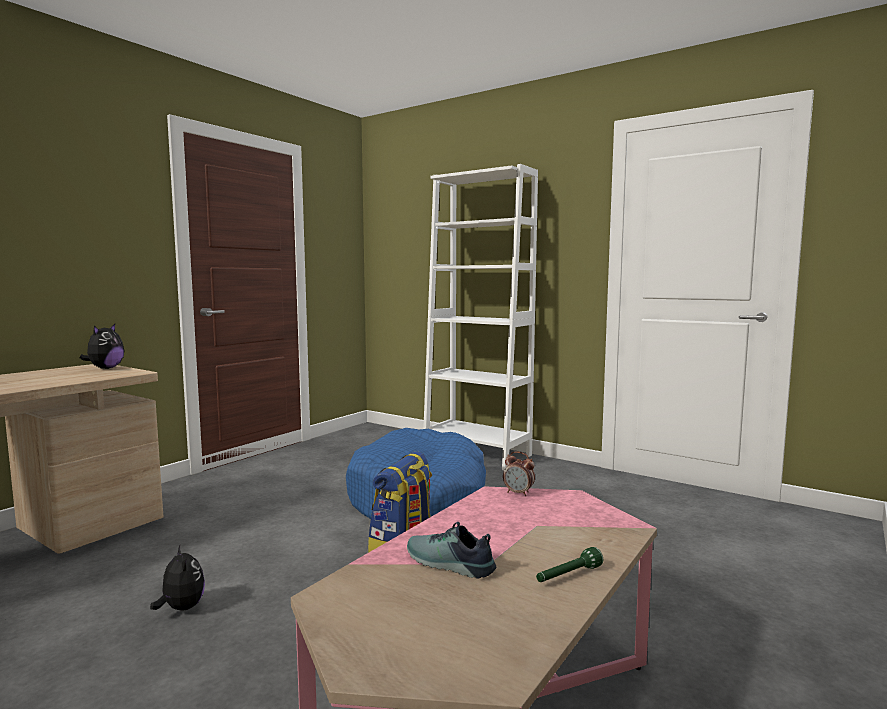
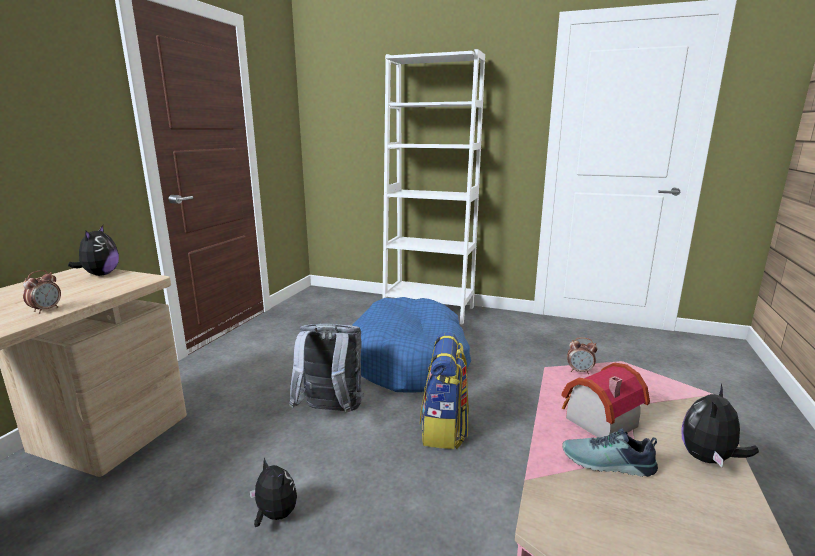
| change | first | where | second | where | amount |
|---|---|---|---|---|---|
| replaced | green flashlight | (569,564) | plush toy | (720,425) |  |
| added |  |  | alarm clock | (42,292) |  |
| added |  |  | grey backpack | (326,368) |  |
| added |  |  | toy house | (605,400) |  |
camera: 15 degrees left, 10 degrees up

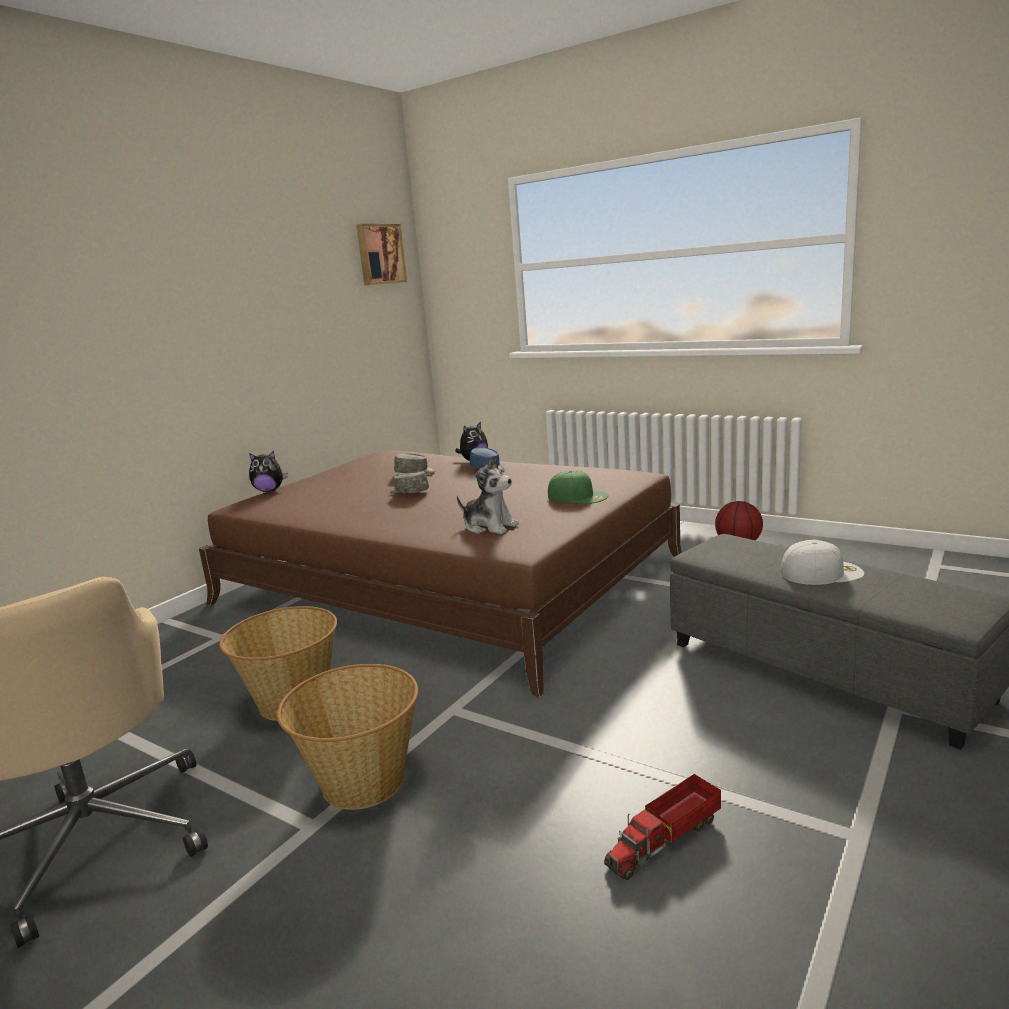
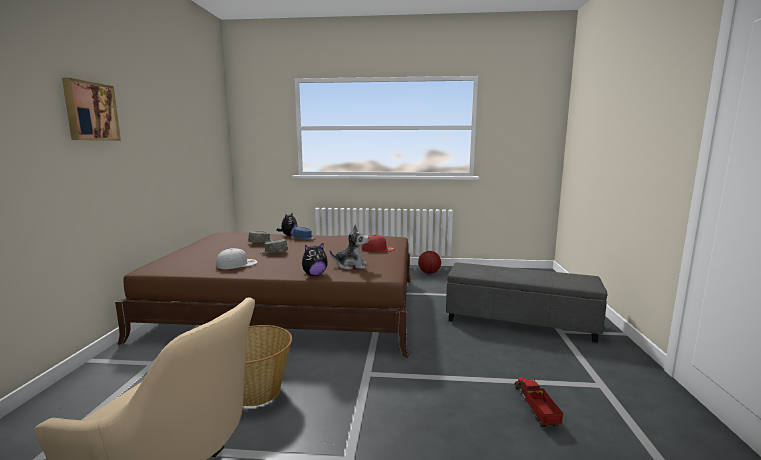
| change | first | where | second | where | amount |
|---|---|---|---|---|---|
| moved | picture | (381,255) |  | (91,109) |  |
| moved | plush toy | (268,471) |  | (315,259) |  |
| recoloured | green cap | (578,487) | red cap | (378,243) |  |
| moved | white cap | (822,562) |  | (236,258) |  |
| removed | basket | (347,737) |  |  |  |
| turned | toy truck | (662,827) |  | (538,402) | 150 degrees clockwise |
camera: 30 degrees left, 5 degrees down

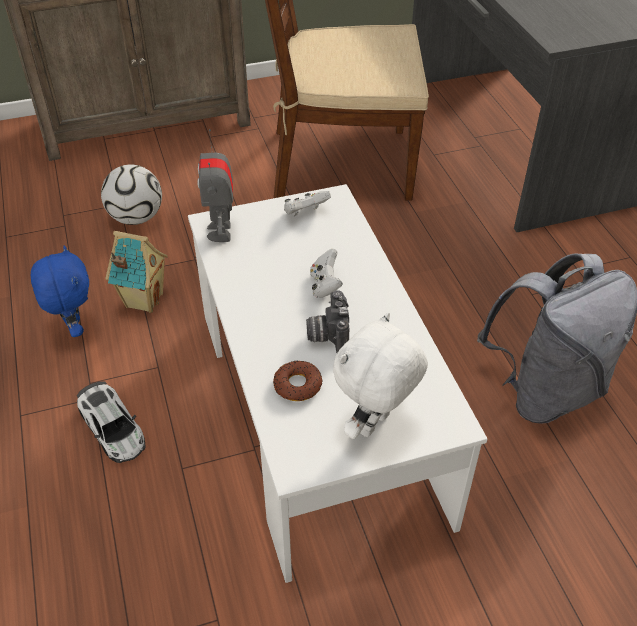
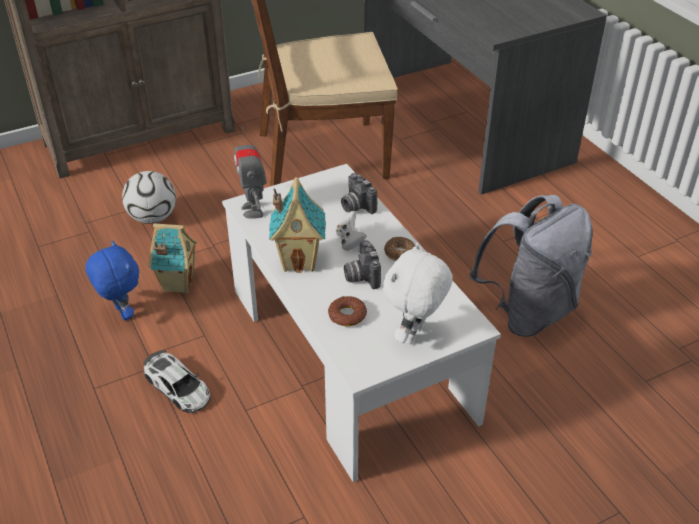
| change | first | where | second | where | amount |
|---|---|---|---|---|---|
| removed | white game controller | (307,203) |  |  |  |
| added |  |  | photo camera | (359,193) |  |
| added |  |  | toy house | (297,225) |  |
| added |  |  | donut | (399,249) |  |
camera: 10 degrees left, 5 degrees down

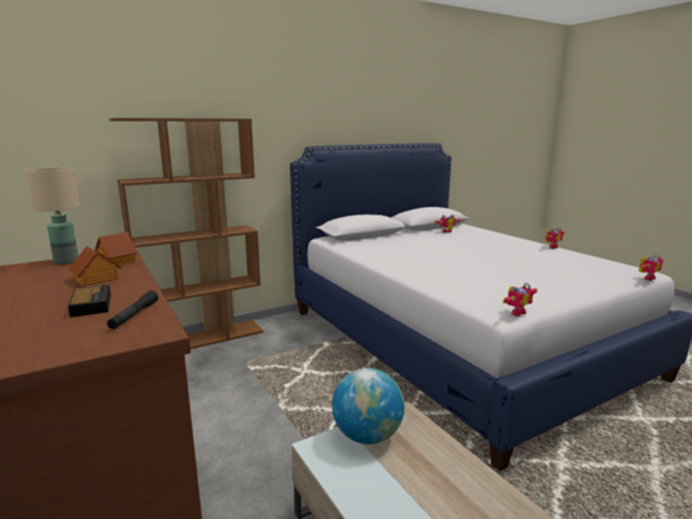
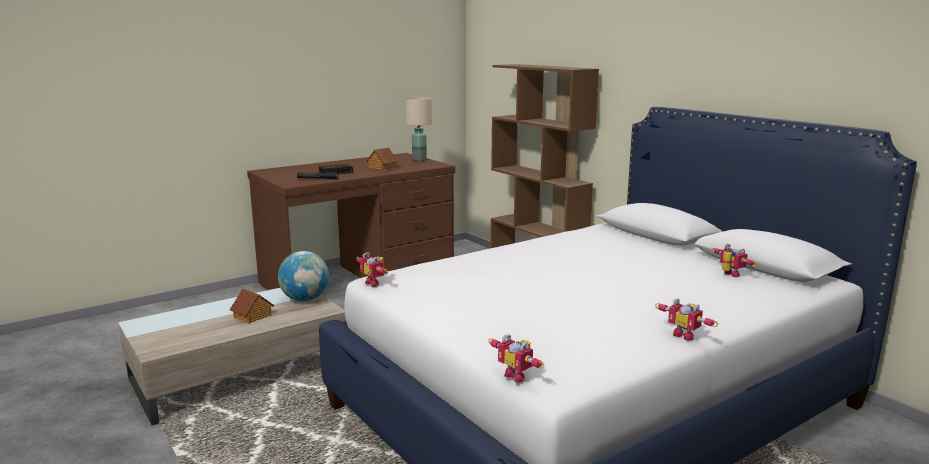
| change | first | where | second | where | amount |
|---|---|---|---|---|---|
| moved | toy house | (116,248) |  | (252,306) |  |
camera: 85 degrees right, 0 degrees up

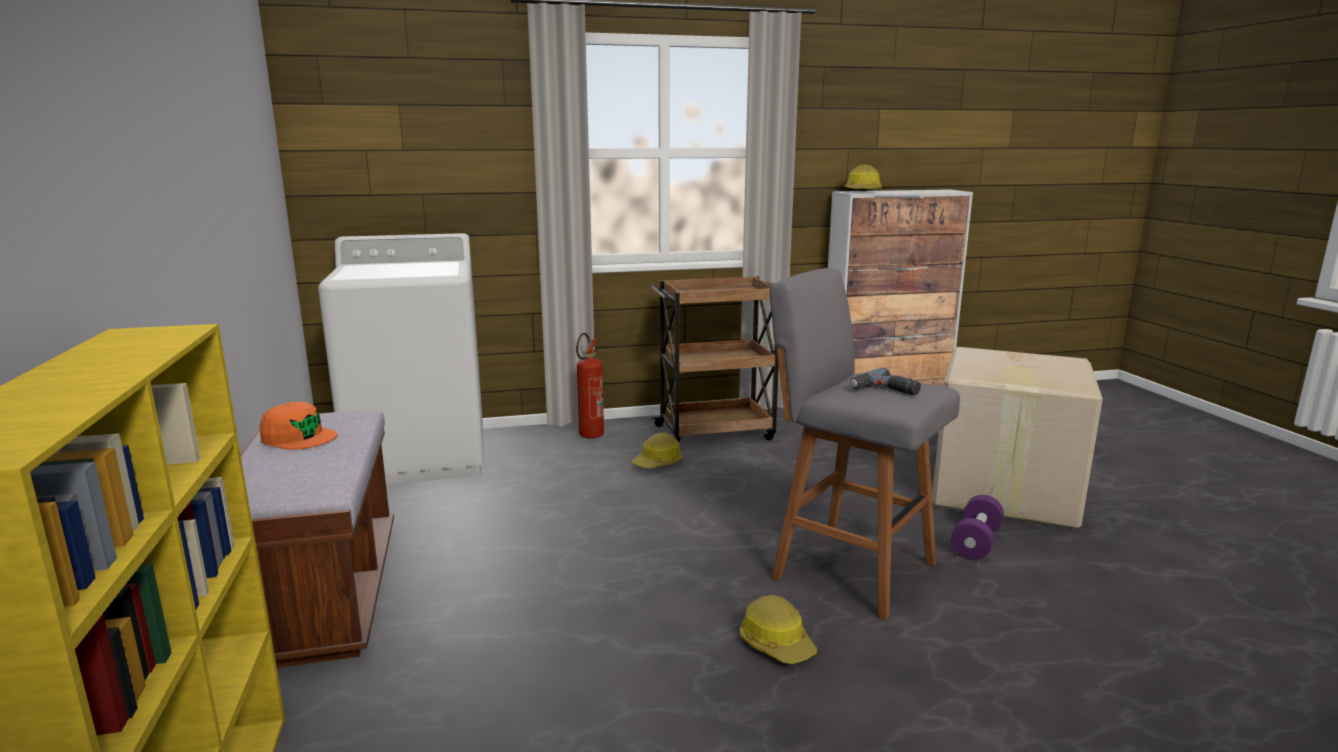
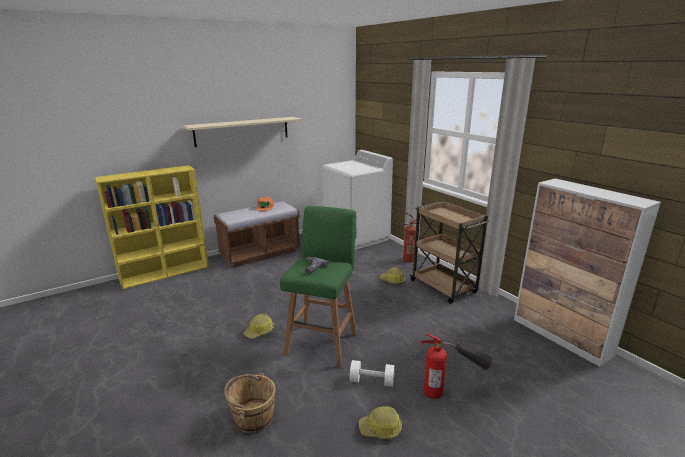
| change | first | where | second | where | amount |
|---|---|---|---|---|---|
| moved | hard hat | (863,177) |  | (380,422) |  |
| recoloured | grey stool | (865,444) | green stool | (318,287) |  |
| replaced | cardboard box | (1017,438) | fire extinguisher | (456,366) |  |
| recoloured | purple dumbbell | (977,527) | white dumbbell | (372,373) |  |
| added |  |  | beige shelf | (242,132) |  |
| added |  |  | brown bucket | (250,403) |  |
camera: 70 degrees right, 5 degrees up

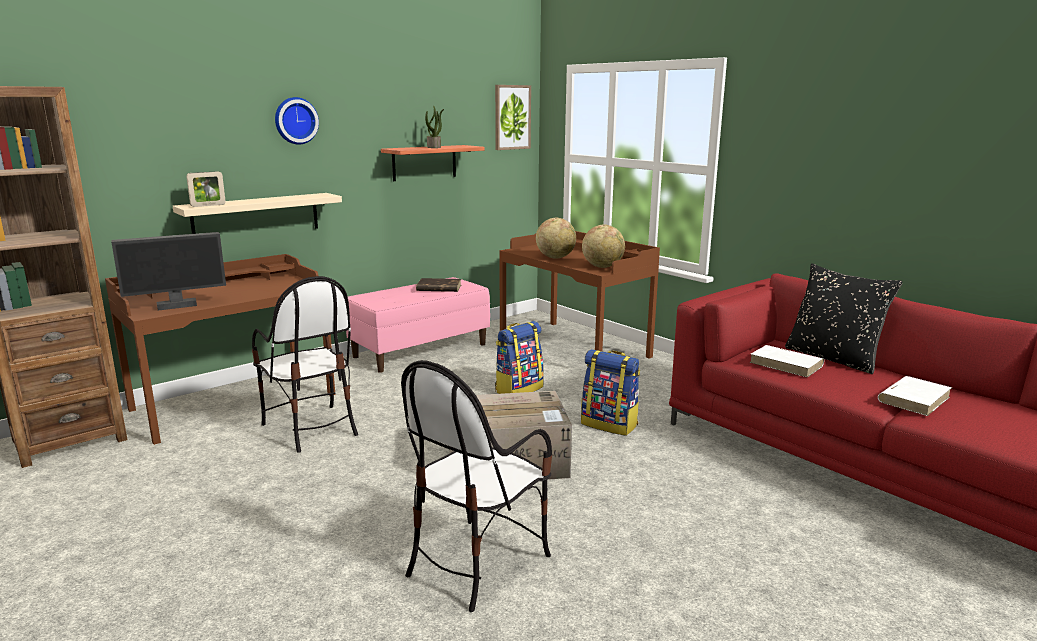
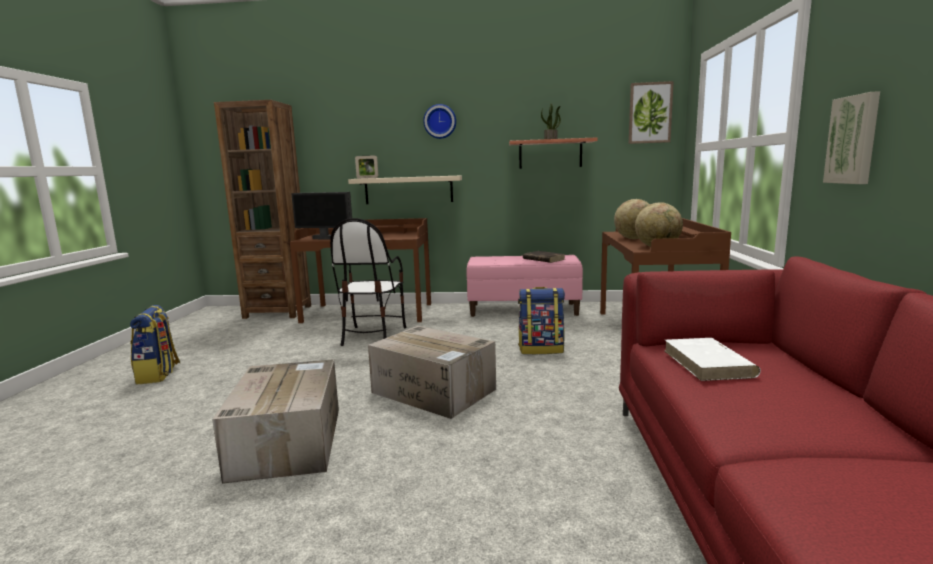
| change | first | where | second | where | amount |
|---|---|---|---|---|---|
| removed | black pillow | (843,318) |  |  |  |
| moved | backpack | (610,392) |  | (155,345) |  |
| replaced | chair | (476,486) | cardboard box | (275,421) |  |
| removed | white book | (915,396) |  |  |  |
| added |  |  | picture | (851,137) |  |
camera: 45 degrees right, 5 degrees down

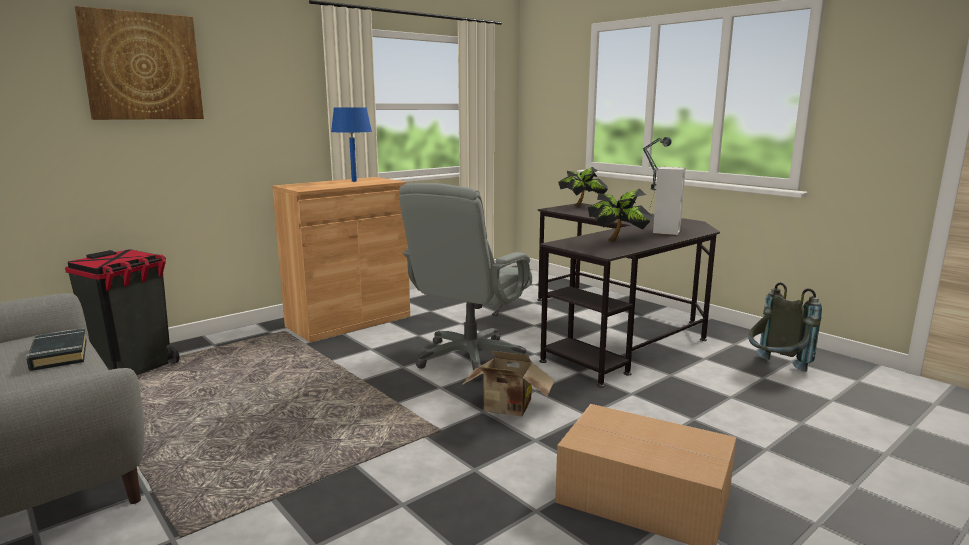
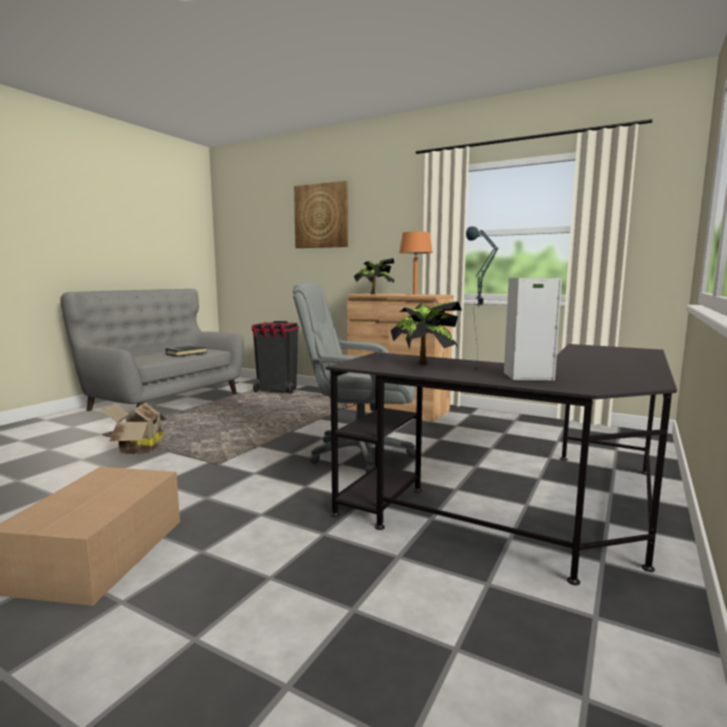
| change | first | where | second | where | amount |
|---|---|---|---|---|---|
| recoloured | blue table lamp | (351,145) | orange table lamp | (416,263) |  |
| moved | potted plant | (583,187) |  | (374,276) |  |
| removed | grey backpack | (785,327) |  |  |  |
| moved | cardboard box | (508,384) |  | (133,428) |  |
camera: 70 degrees right, 5 degrees down

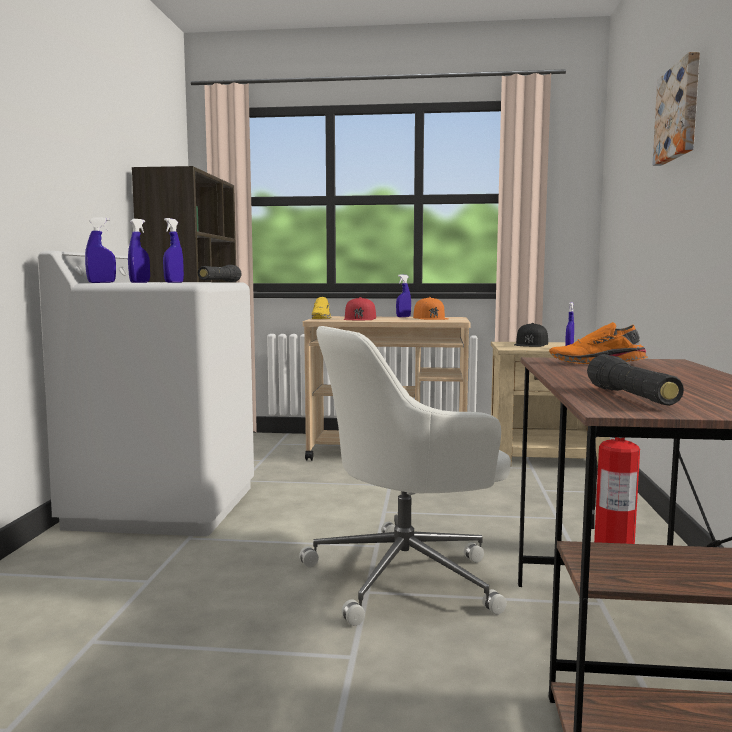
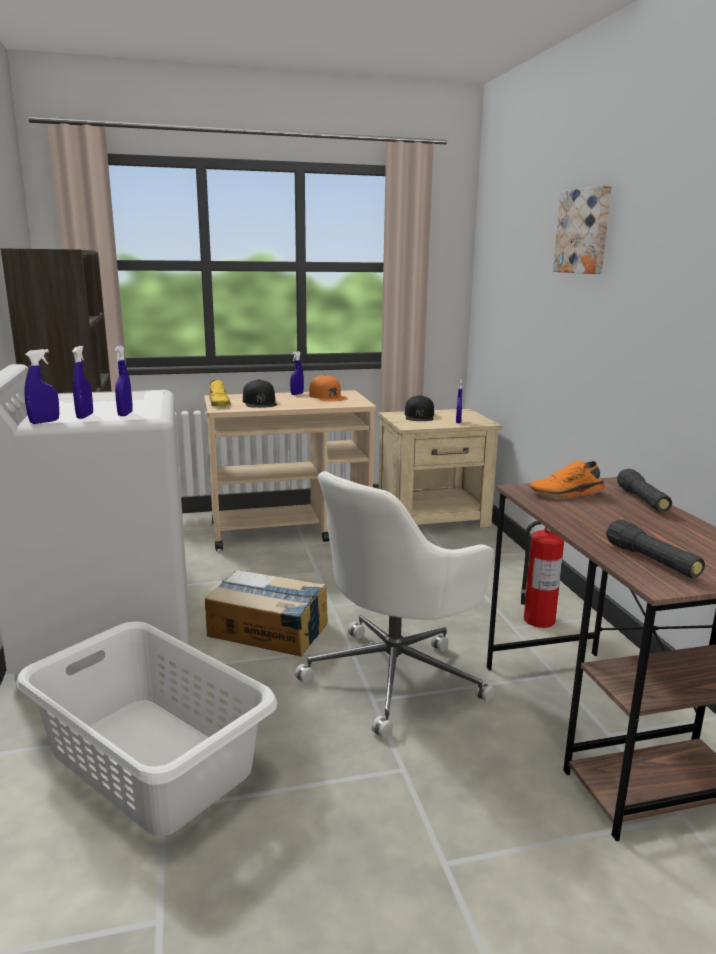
| change | first | where | second | where | amount |
|---|---|---|---|---|---|
| moved | black flashlight | (220,273) |  | (644,490) |  |
| recoloured | red cap | (360,308) | black cap | (260,393) |  |
| added |  |  | cardboard box | (266,613) |  |
| added |  |  | white laundry basket | (146,729) |  |
camera: 20 degrees left, 10 degrees up

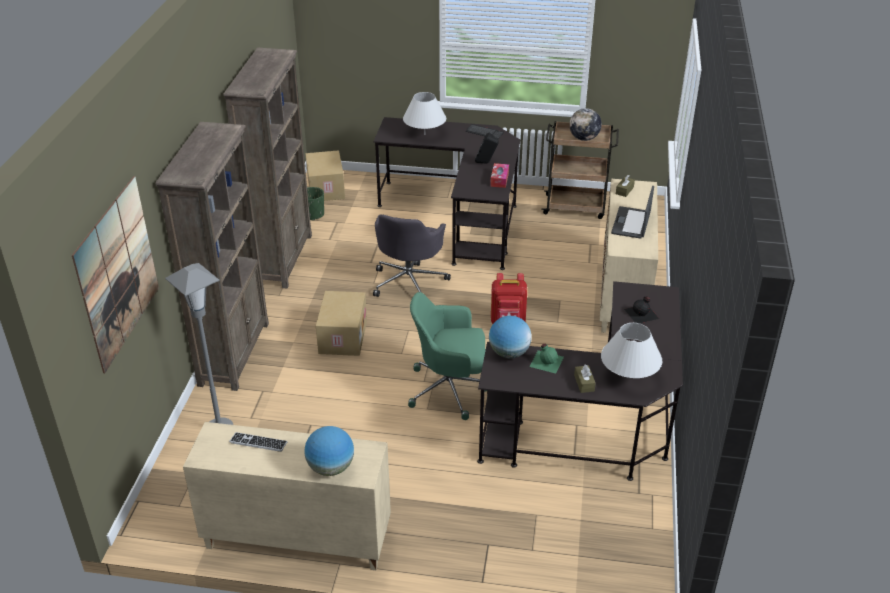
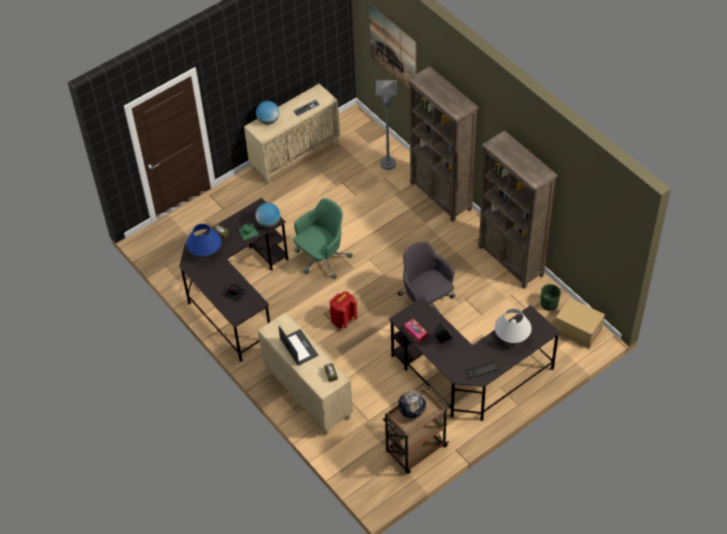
| change | first | where | second | where | amount |
|---|---|---|---|---|---|
| removed | cardboard box | (341,323) |  |  |  |
| recoloured | white table lamp | (631,350) | blue table lamp | (203,240) |  |
camera: 135 degrees right, 15 degrees up

